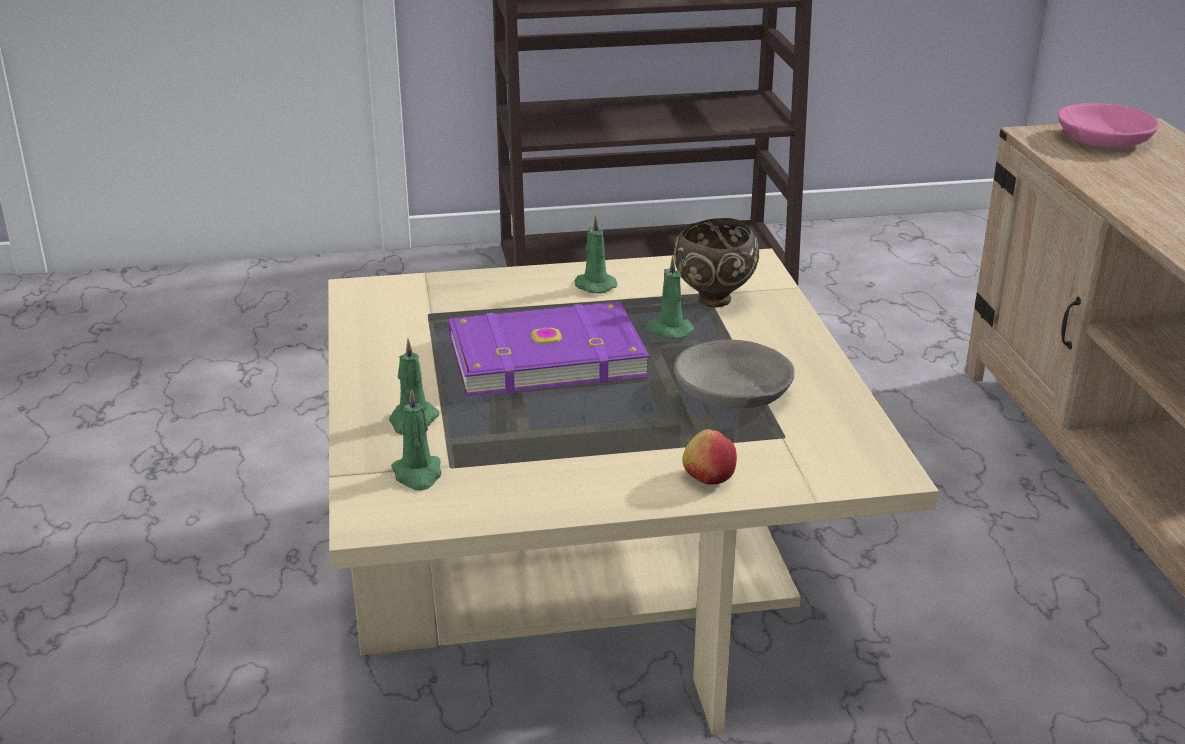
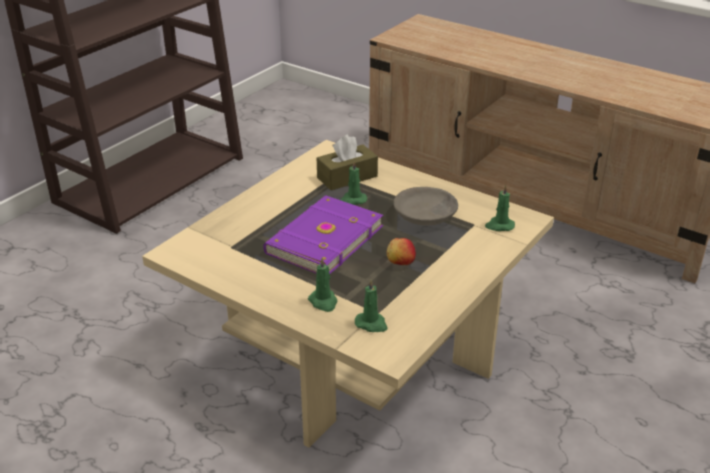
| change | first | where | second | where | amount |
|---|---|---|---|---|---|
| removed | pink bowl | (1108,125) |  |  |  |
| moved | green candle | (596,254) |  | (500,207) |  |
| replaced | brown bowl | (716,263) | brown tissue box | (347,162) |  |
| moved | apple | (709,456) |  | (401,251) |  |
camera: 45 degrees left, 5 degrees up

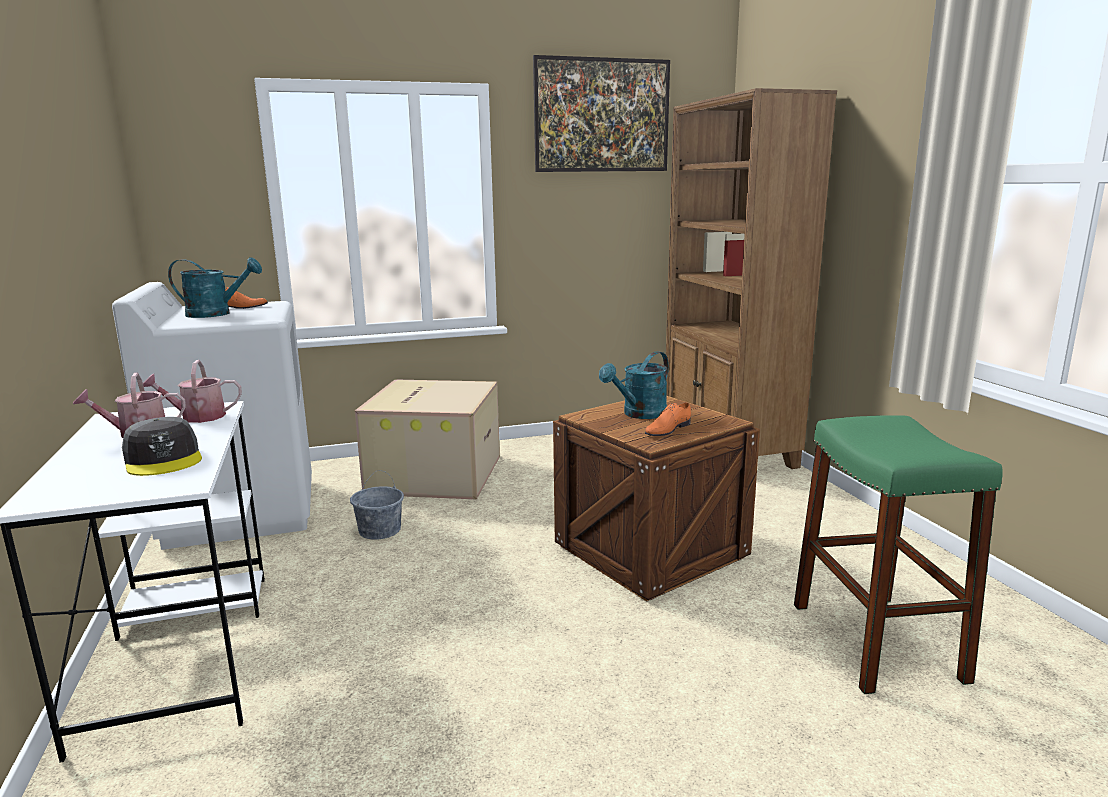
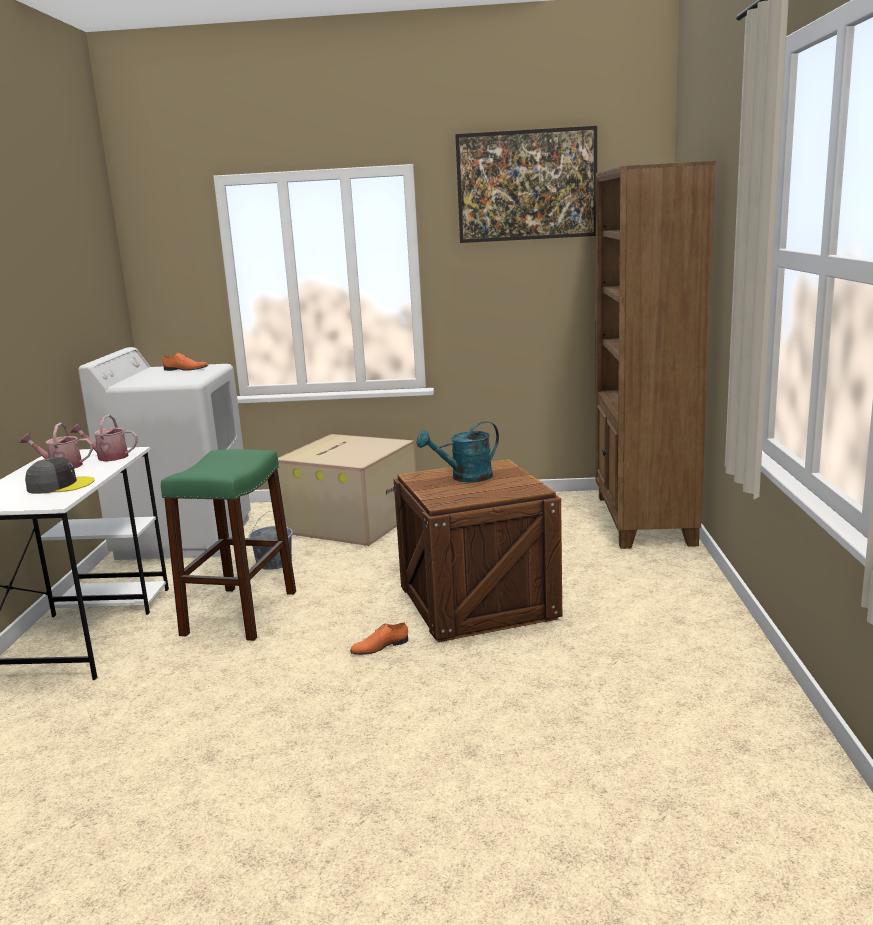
| change | first | where | second | where | amount |
|---|---|---|---|---|---|
| removed | turquoise watering can | (215,287) |  |  |  |
| moved | orange shoe | (668,419) |  | (379,639) |  |
| moved | green stool | (898,554) |  | (228,545) |  |
| turned | grey cap | (162,446) |  | (60,476) | 90 degrees counterclockwise |
camera: 20 degrees right, 0 degrees up

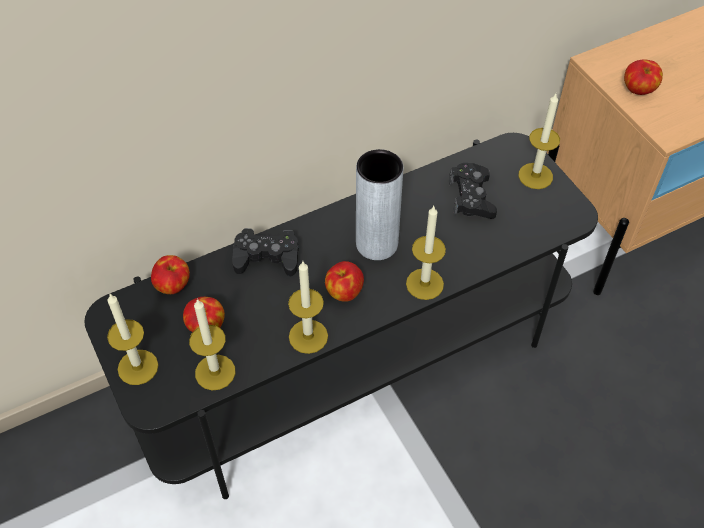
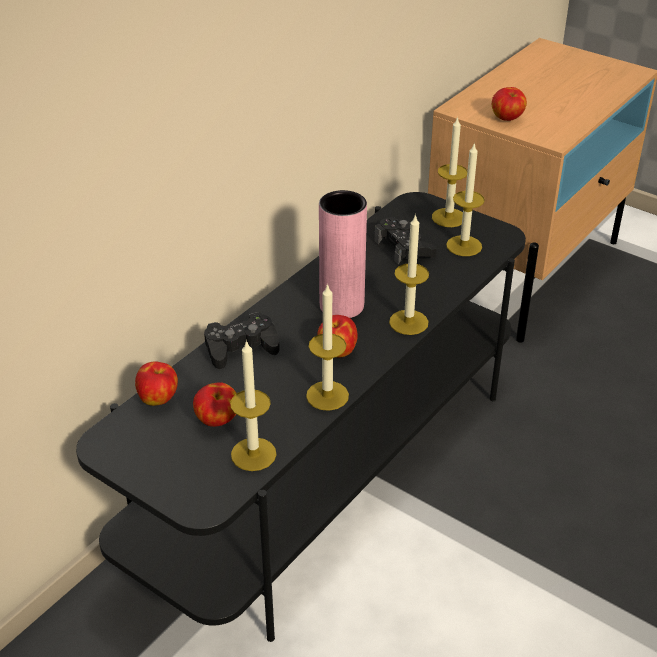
| change | first | where | second | where | amount |
|---|---|---|---|---|---|
| recoloured | grey vase | (379,204) | pink vase | (343,254) |  |
| moved | candle | (132,339) |  | (465,199) |  |
camera: 25 degrees left, 15 degrees down

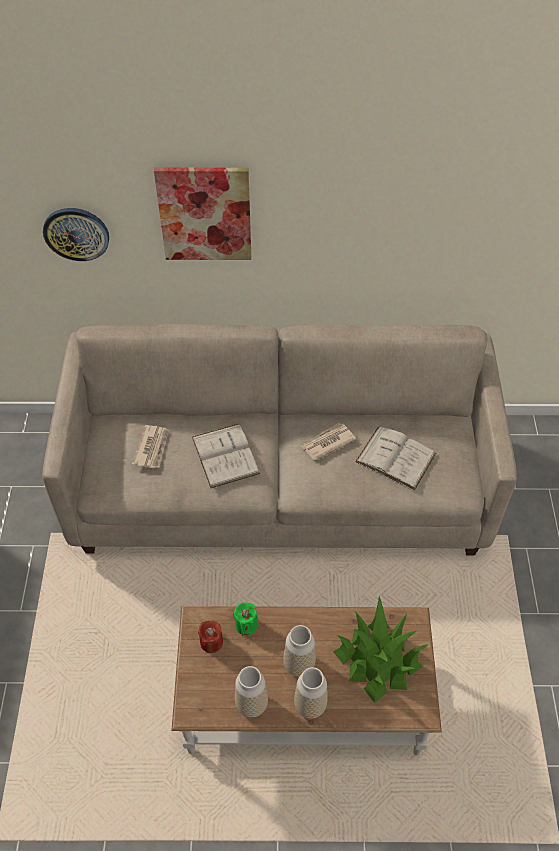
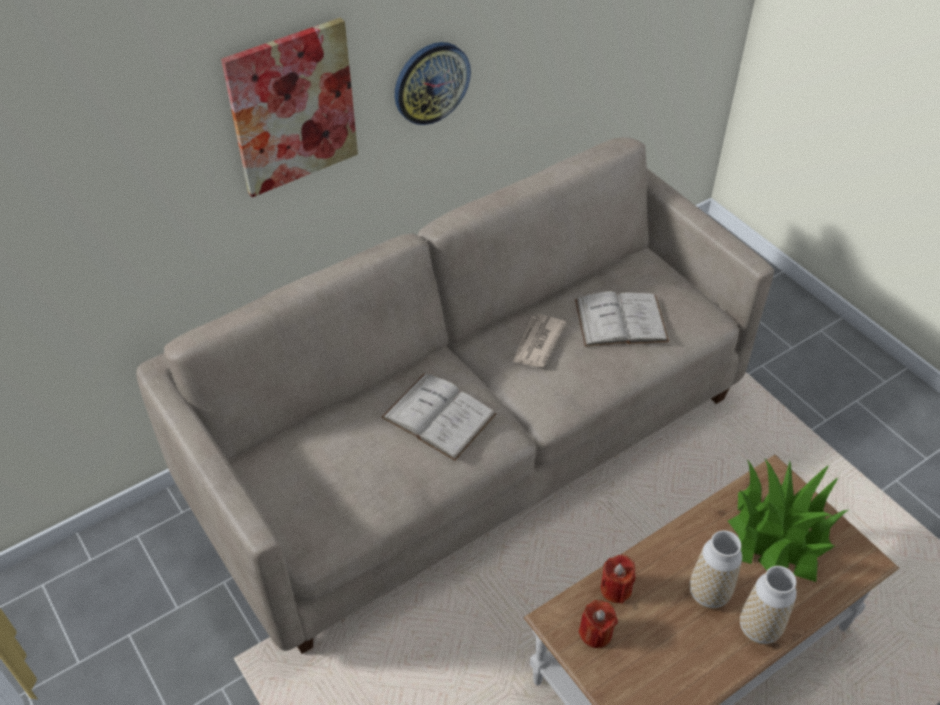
| change | first | where | second | where | amount |
|---|---|---|---|---|---|
| moved | wall clock | (76,234) |  | (433,83) |  |
| removed | newspaper | (150,447) |  |  |  |
| recoloured | green candle | (245,619) | red candle | (618,579) |  |
| removed | vase | (251,692) |  |  |  |
camera: 35 degrees left, 5 degrees down

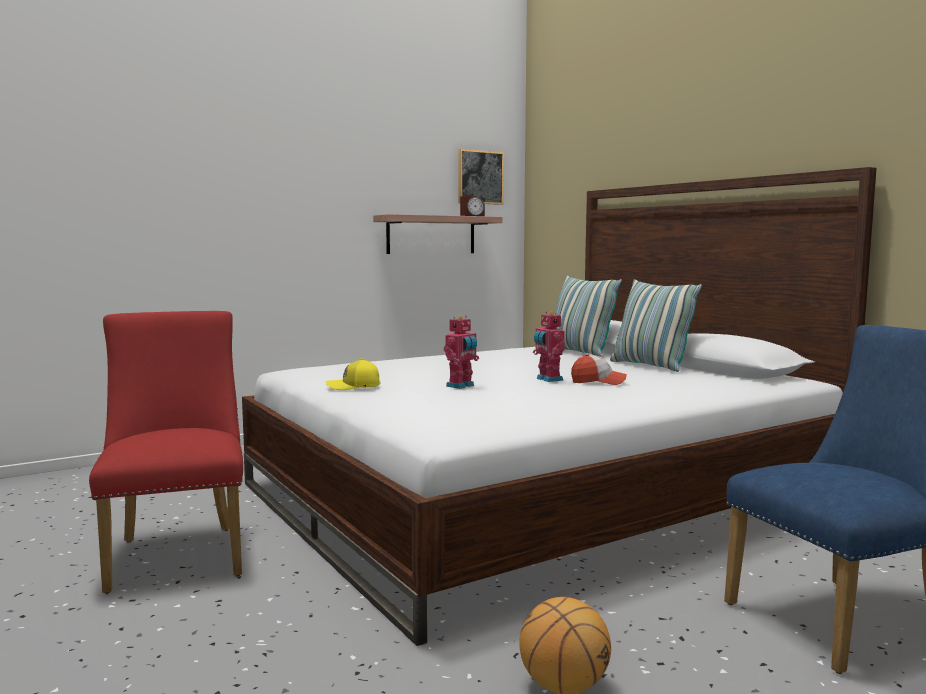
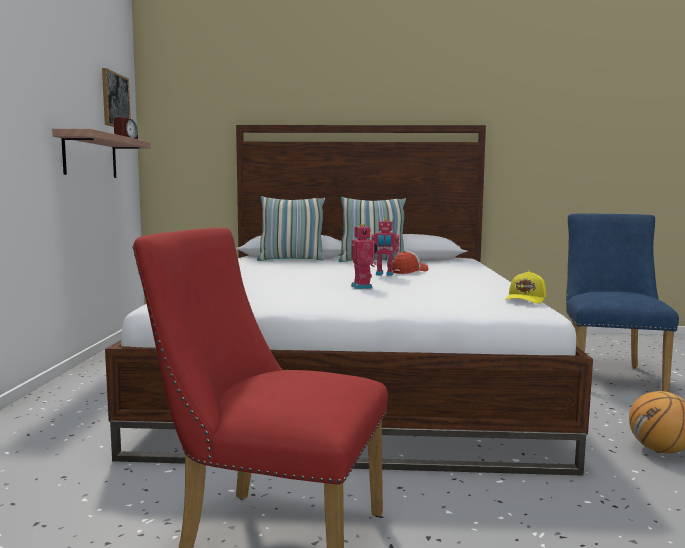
| change | first | where | second | where | amount |
|---|---|---|---|---|---|
| moved | yellow cap | (353,374) |  | (525,287) |  |
camera: 55 degrees left, 0 degrees up

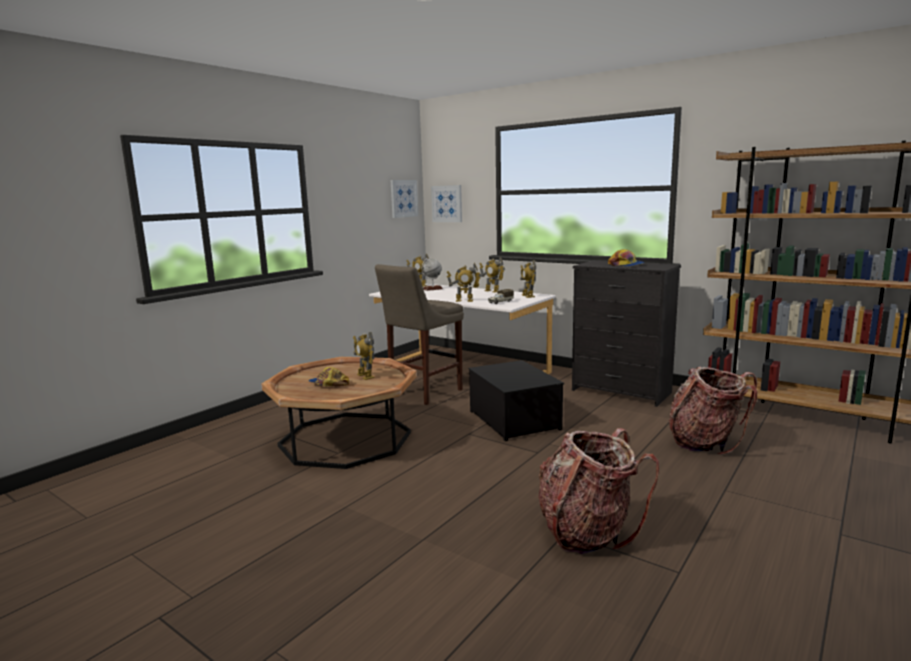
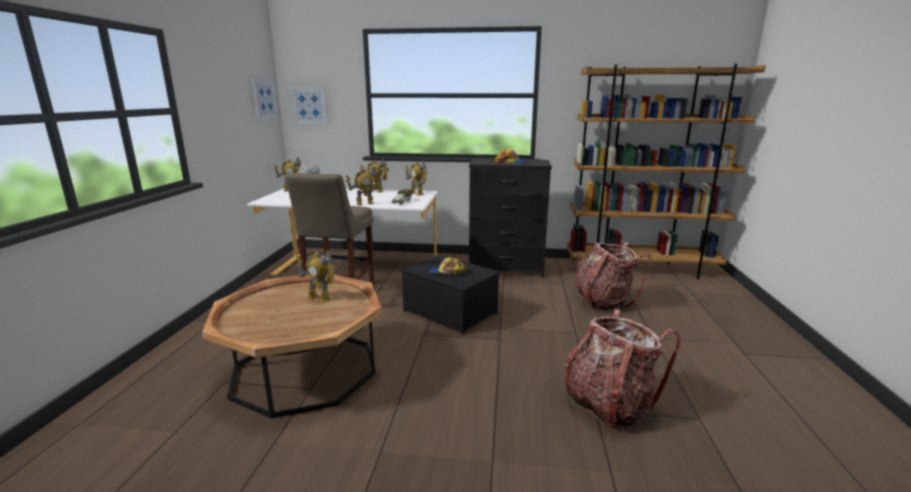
| change | first | where | second | where | amount |
|---|---|---|---|---|---|
| moved | cap | (329,376) |  | (448,266) |  |
camera: 30 degrees left, 5 degrees up

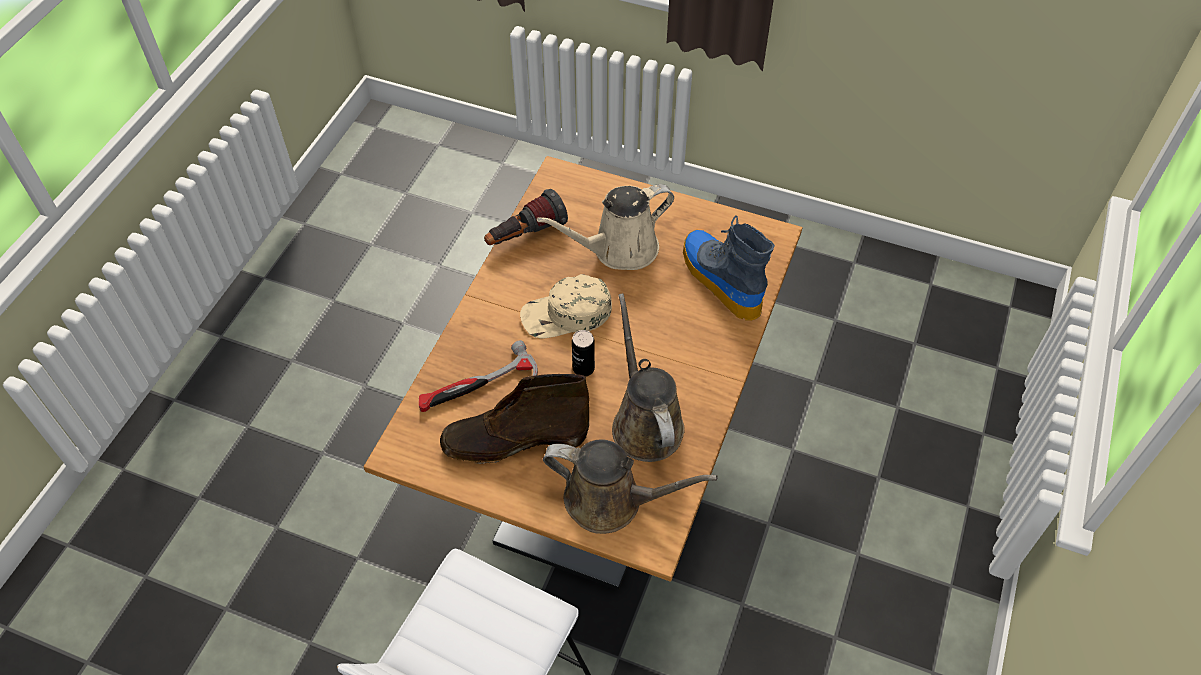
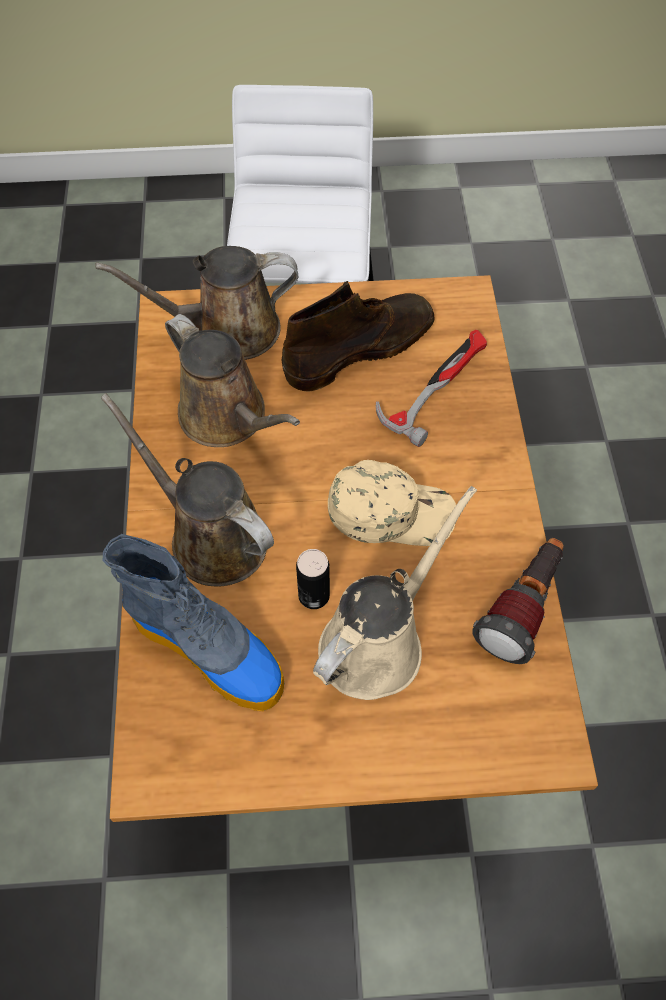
| change | first | where | second | where | amount |
|---|---|---|---|---|---|
| turned | beige cap | (566,306) |  | (392,503) | 45 degrees clockwise |
| moved | can | (583,353) |  | (313,579) |  |
| added |  |  | brown watering can | (187,490) |  |
camera: 155 degrees right, 5 degrees up

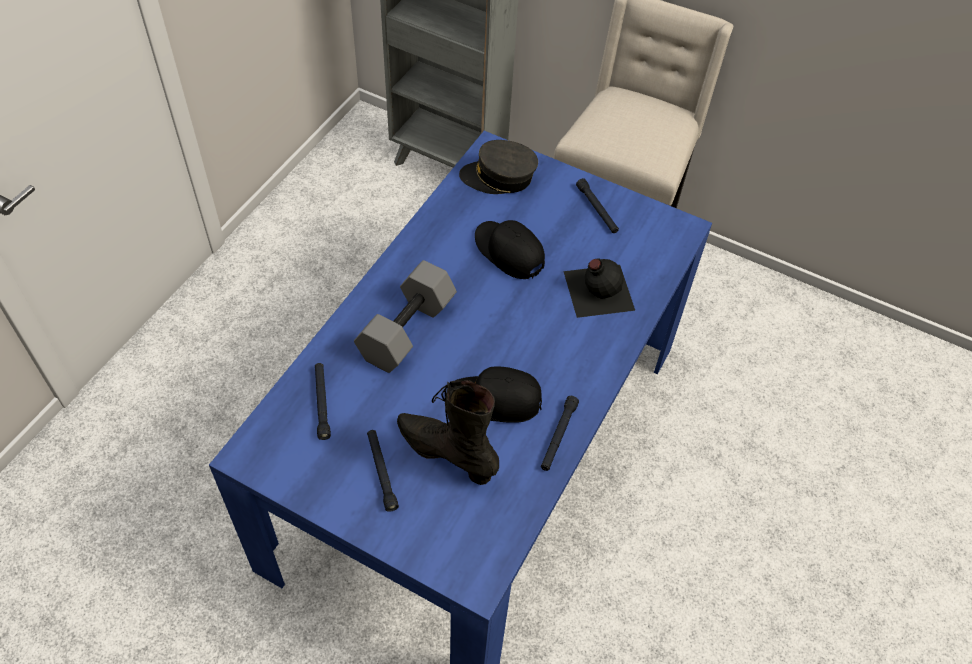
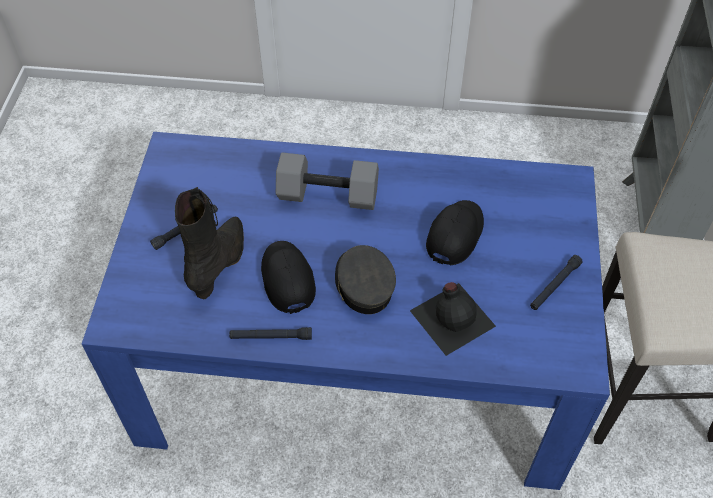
| change | first | where | second | where | amount |
|---|---|---|---|---|---|
| moved | grey cap | (498,167) |  | (365,279) |  |
| removed | black flashlight | (323,401) |  |  |  |
camera: 70 degrees right, 0 degrees up

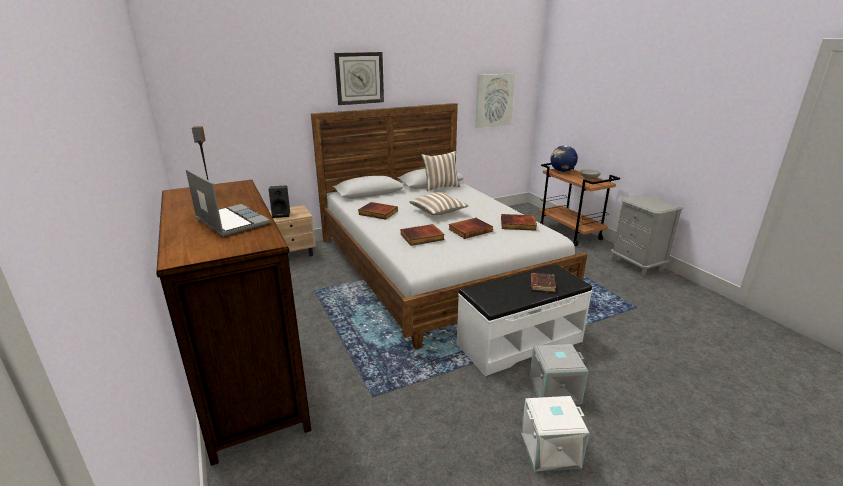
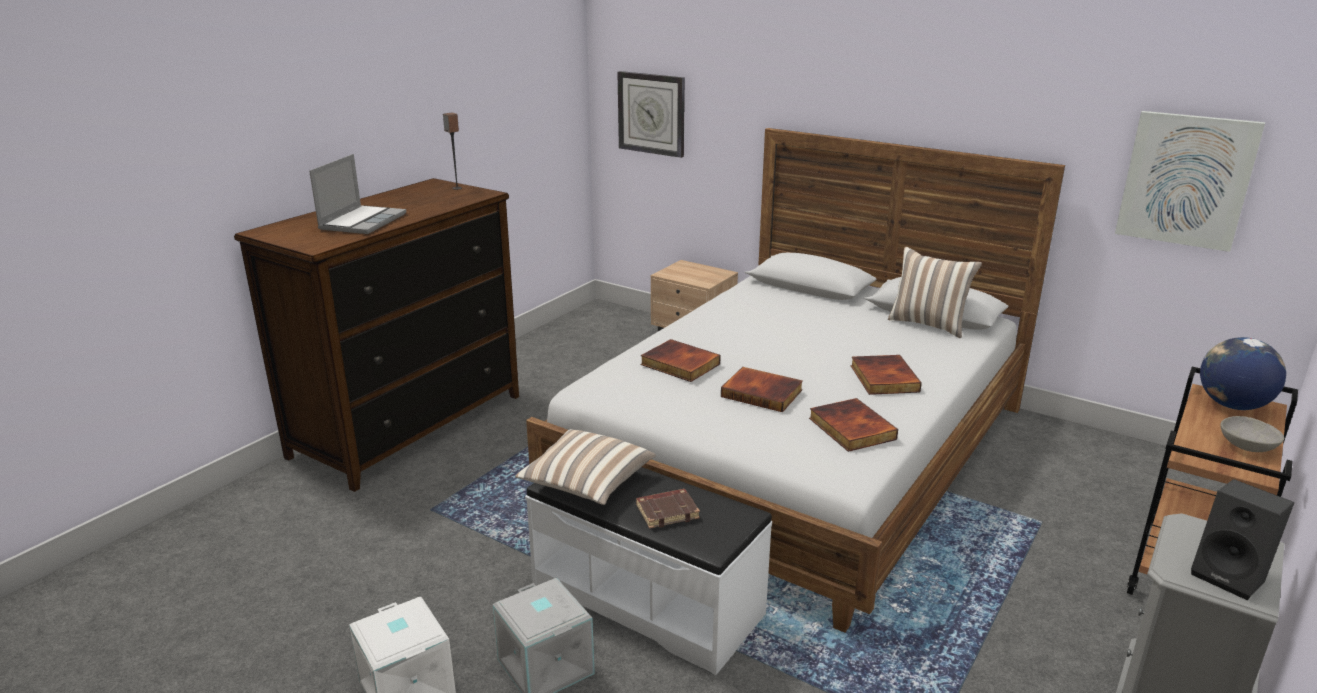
| change | first | where | second | where | amount |
|---|---|---|---|---|---|
| moved | wall clock | (359,78) |  | (651,114) |  |
| moved | black speaker | (279,201) |  | (1242,539) |  |
| moved | pillow | (439,203) |  | (585,467) |  |
| moved | book | (378,211) |  | (886,375) |  |
camera: 60 degrees right, 0 degrees up

